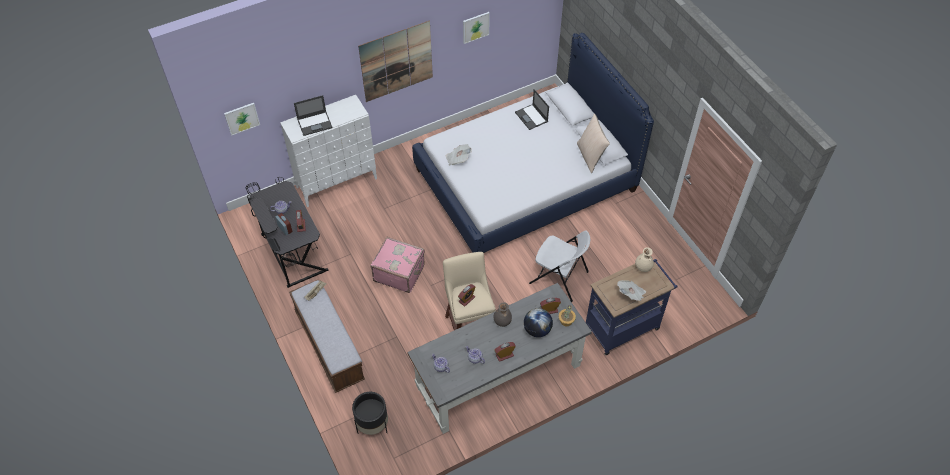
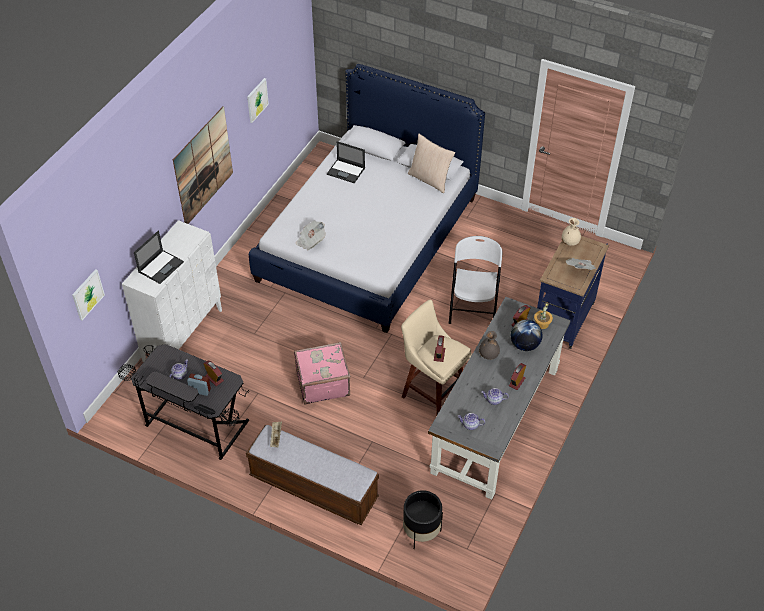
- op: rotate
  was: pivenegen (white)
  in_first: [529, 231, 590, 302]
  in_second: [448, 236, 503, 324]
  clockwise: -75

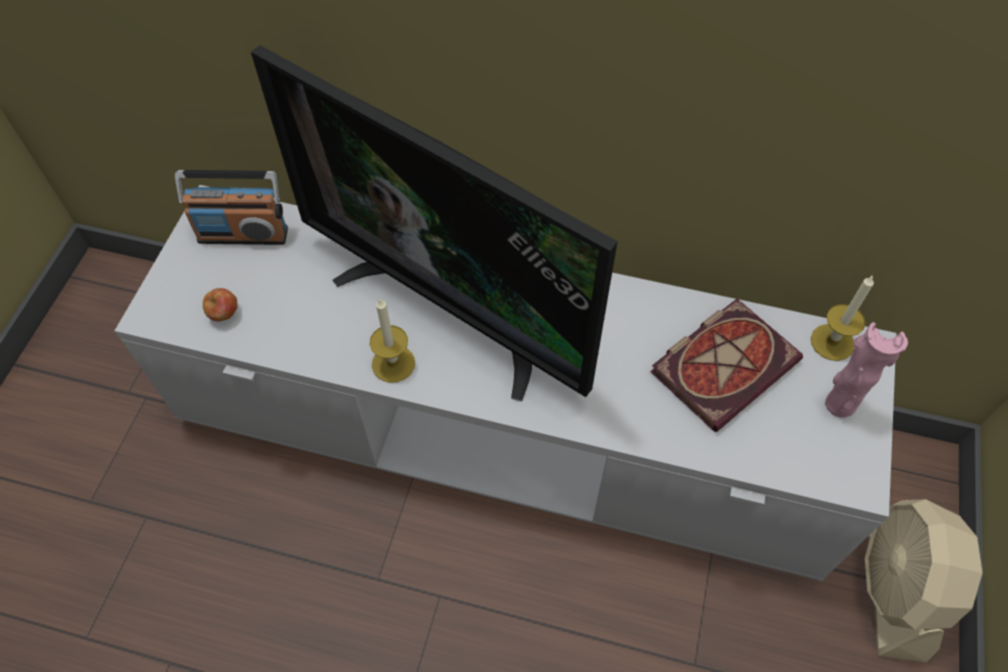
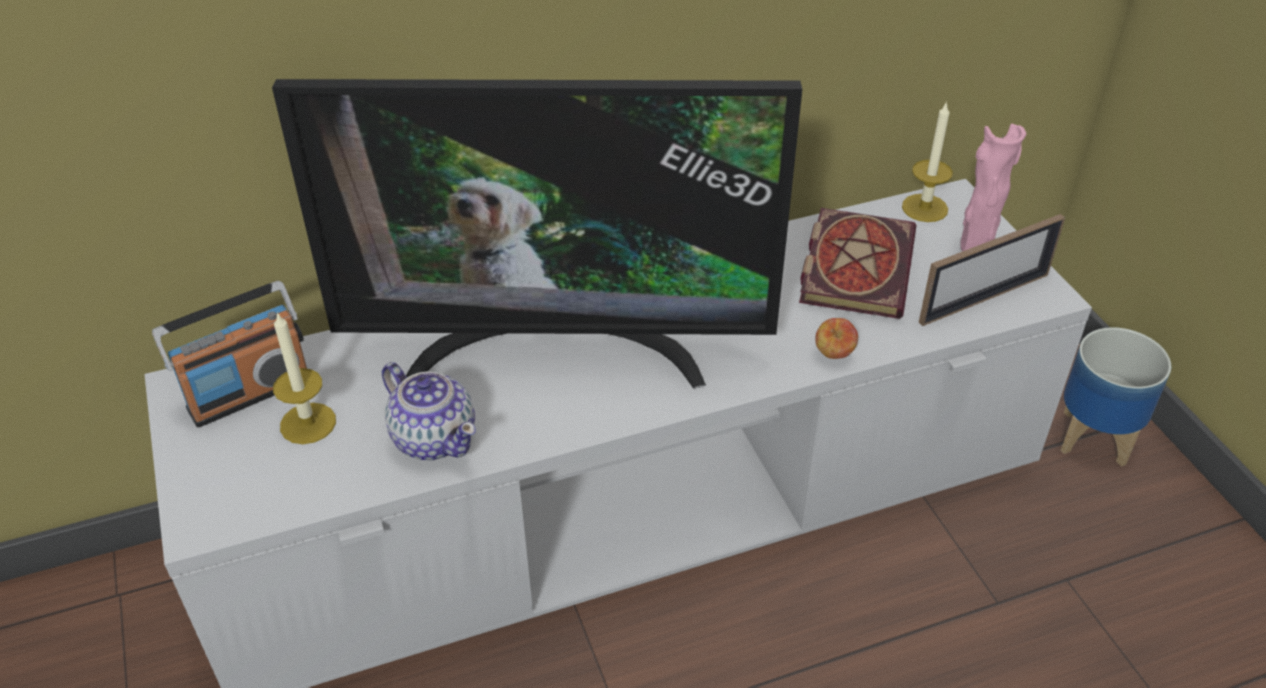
- op: move
  was: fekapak
  in_first: [203, 288, 237, 321]
  in_second: [815, 318, 858, 359]
- op: move
  was: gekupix
  in_first: [370, 299, 415, 383]
  in_second: [273, 312, 336, 444]
- op: replace
  was: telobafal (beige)
  now: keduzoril
  in_first: [865, 499, 983, 662]
  in_second: [1061, 327, 1171, 467]
- op: insert
  now: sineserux
  in_second: [919, 214, 1065, 326]
- op: insert
  now: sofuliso
  in_second: [382, 362, 476, 460]

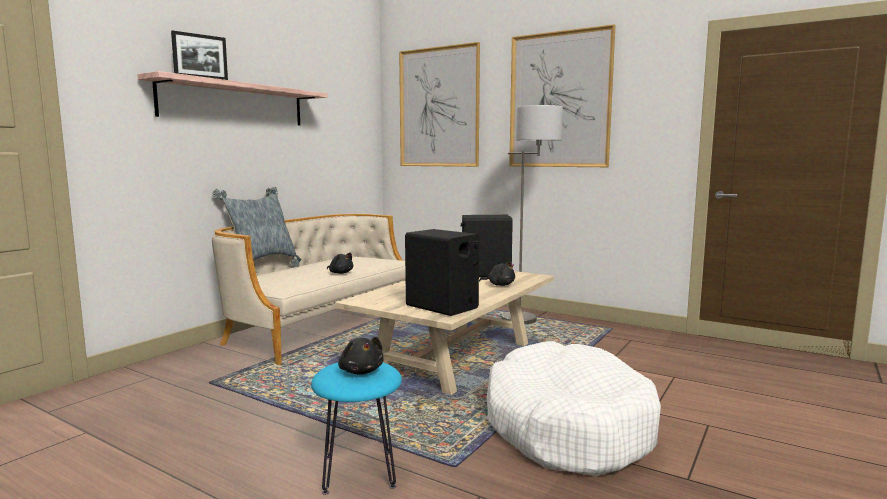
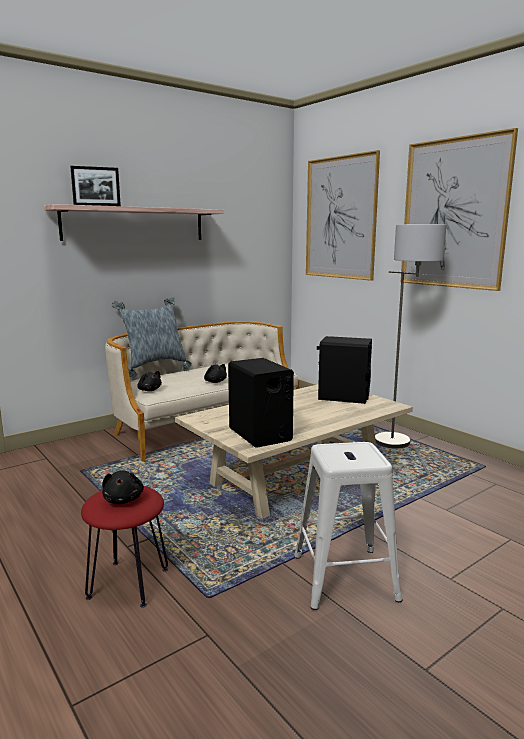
- op: move
  was: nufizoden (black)
  in_first: [479, 262, 515, 286]
  in_second: [137, 371, 162, 391]
- op: replace
  was: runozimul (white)
  now: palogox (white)
  in_first: [487, 341, 661, 476]
  in_second: [294, 442, 403, 610]
- op: recolor
  was: palogox (turquoise)
  now: palogox (red)
  in_first: [311, 363, 402, 495]
  in_second: [81, 486, 168, 608]

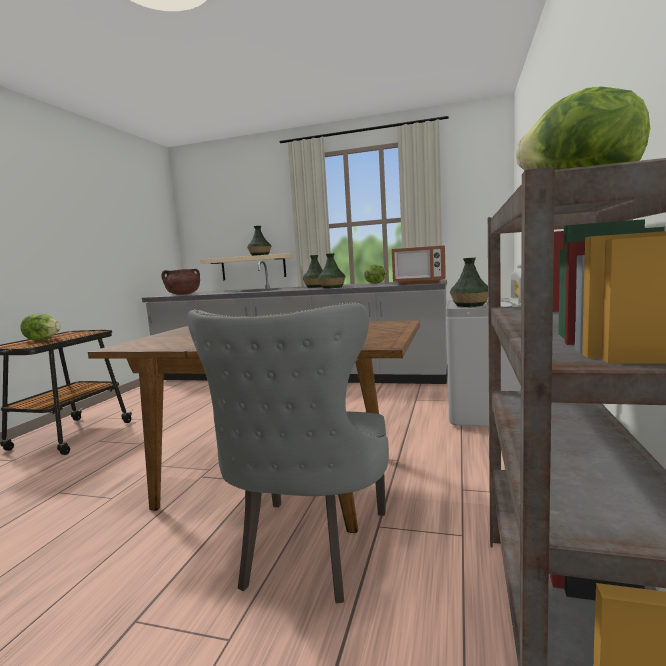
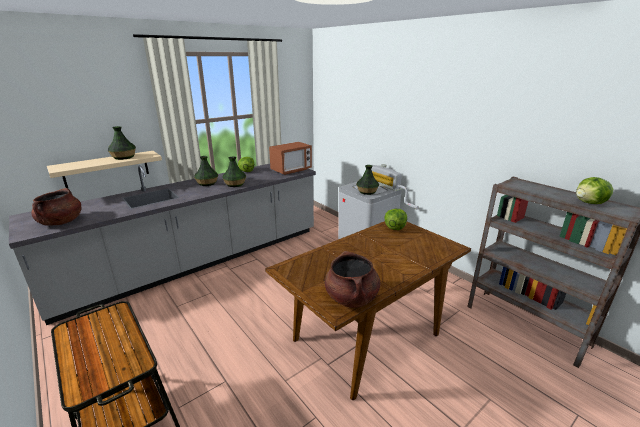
- op: delete
  was: pivenegen (grey)
  in_first: [188, 302, 389, 604]
- op: move
  was: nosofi
  in_first: [20, 314, 61, 341]
  in_second: [384, 209, 407, 230]
- op: insert
  now: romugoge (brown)
  in_second: [325, 251, 380, 308]

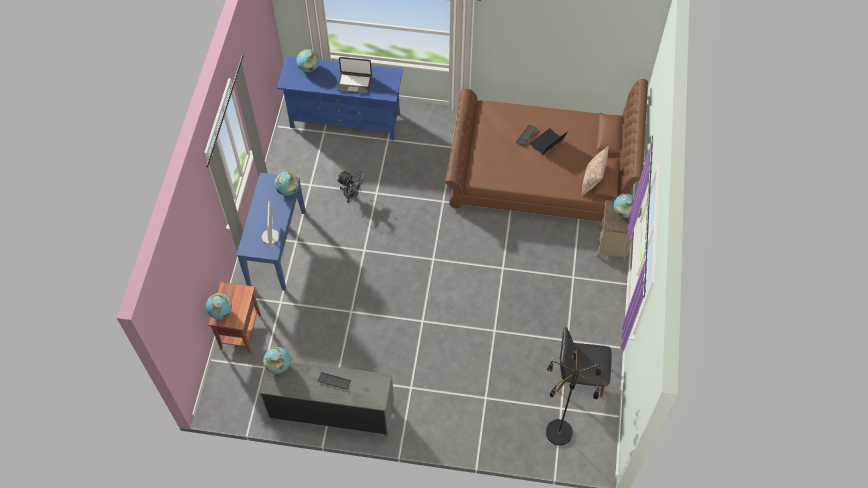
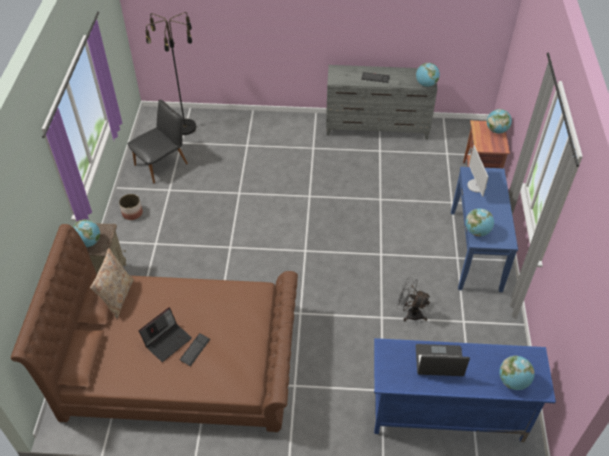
- op: rotate
  was: pivenegen (black)
  in_first: [556, 327, 612, 398]
  in_second: [128, 100, 188, 183]
  clockwise: -45
- op: insert
  now: keduzoril
  in_second: [119, 194, 143, 220]

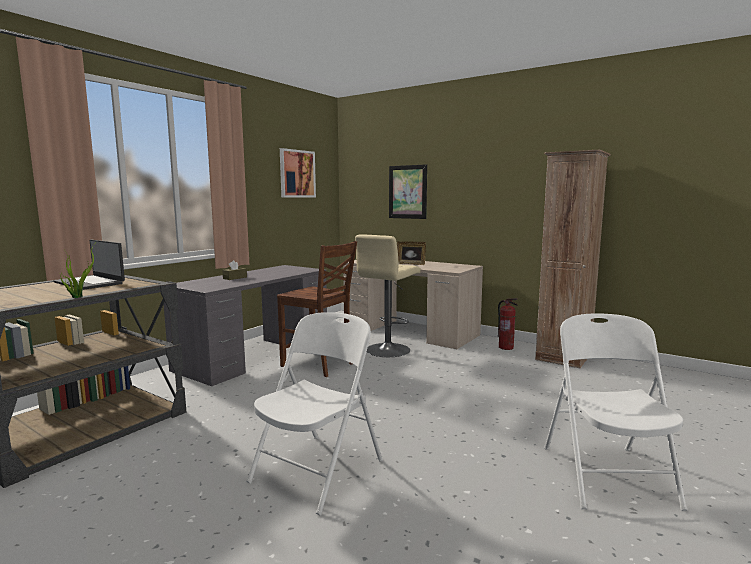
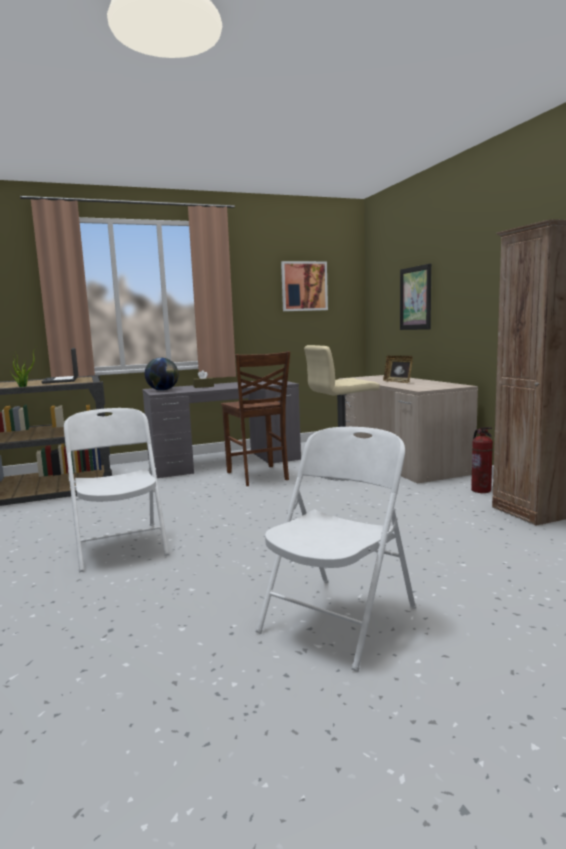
- op: rotate
  was: pivenegen (white)
  in_first: [246, 312, 383, 516]
  in_second: [64, 408, 170, 572]
  clockwise: -90
- op: insert
  now: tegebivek
  in_second: [145, 358, 179, 391]

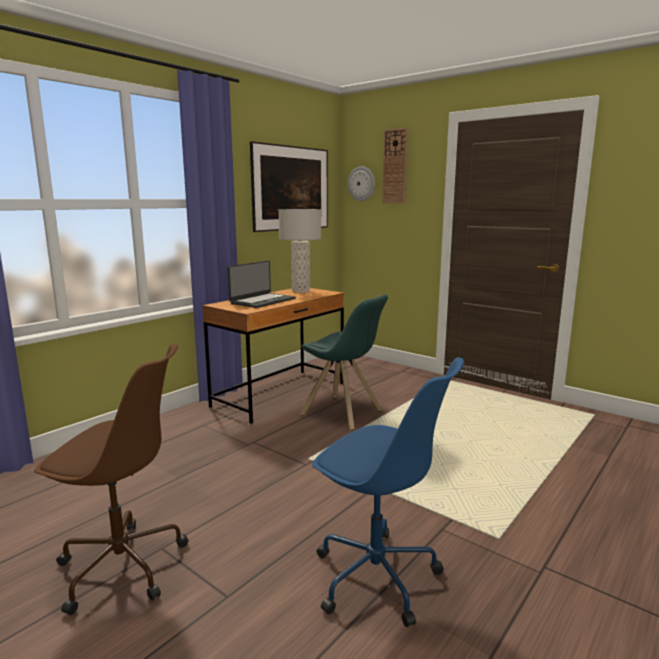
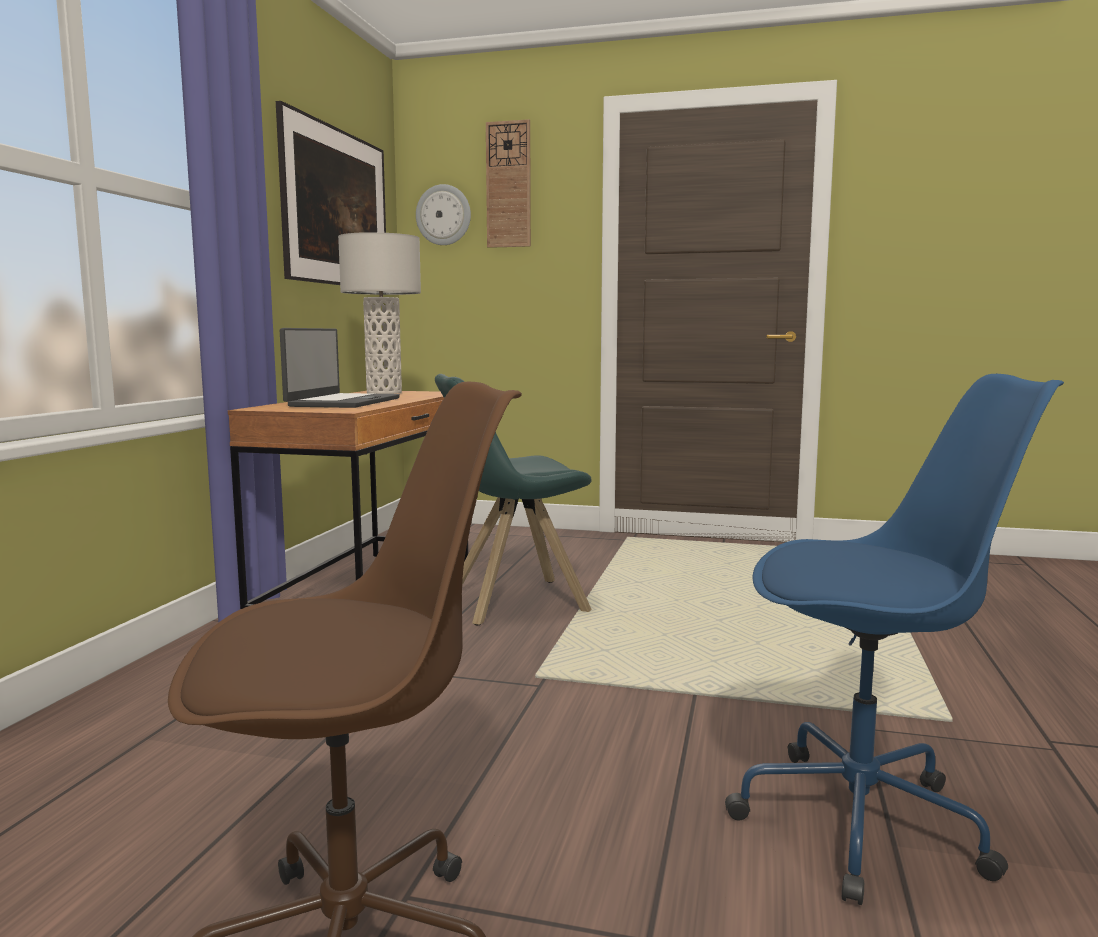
- op: rotate
  was: pivenegen (turquoise)
  in_first: [300, 294, 388, 430]
  in_second: [435, 374, 592, 625]
  clockwise: 150

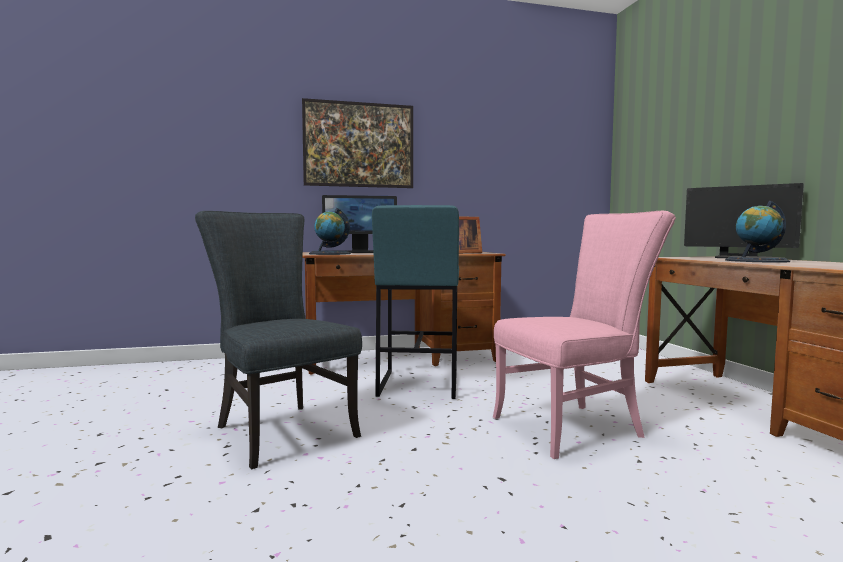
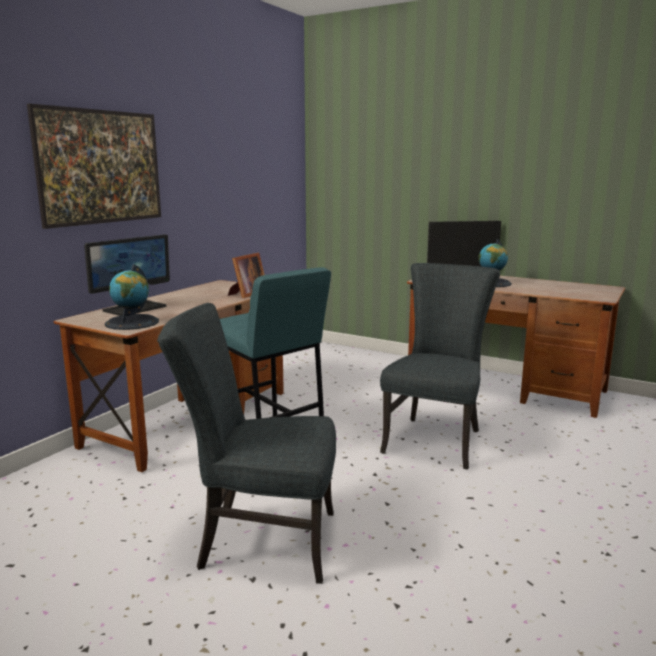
- op: recolor
  was: pivenegen (pink)
  now: pivenegen (grey)
  in_first: [493, 211, 676, 459]
  in_second: [380, 263, 500, 470]

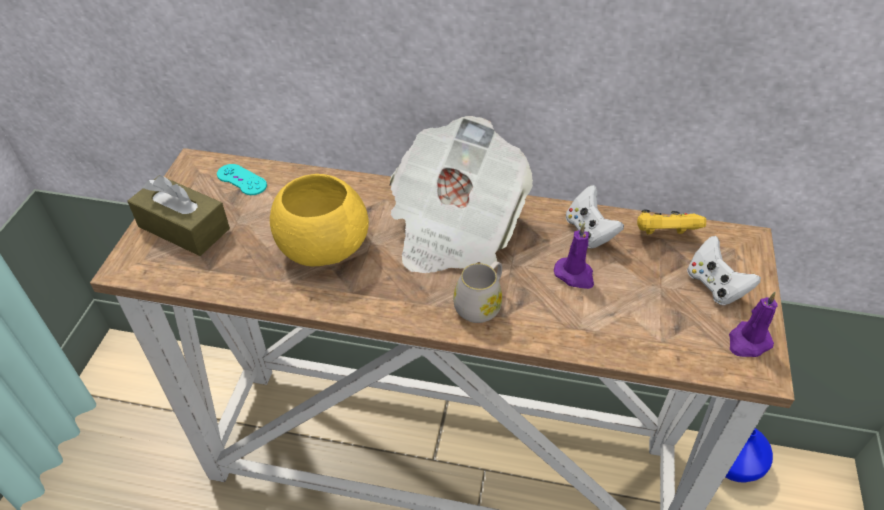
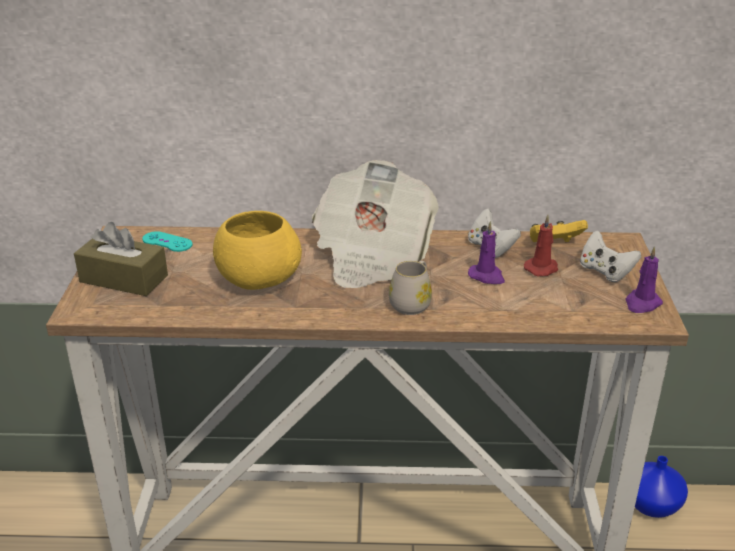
- op: insert
  now: gekupix (red)
  in_second: [524, 215, 558, 277]

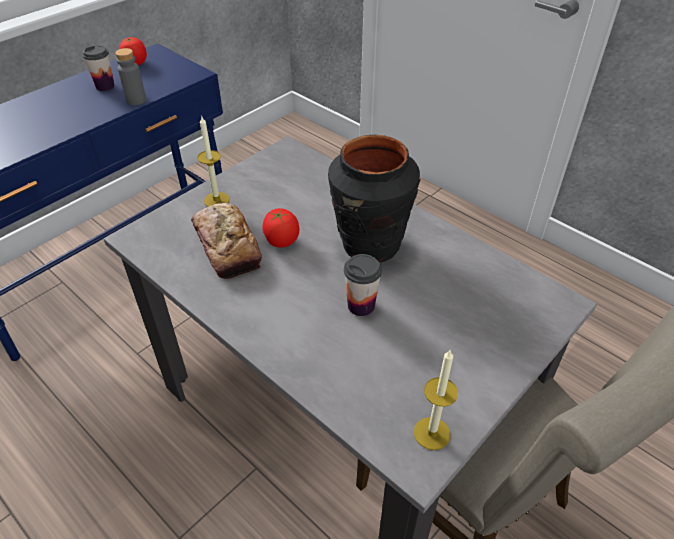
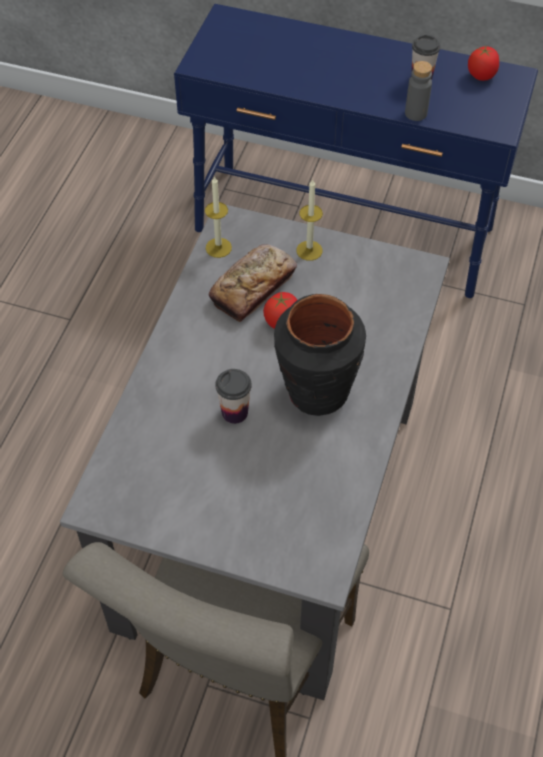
- op: move
  was: gekupix
  in_first: [414, 349, 458, 450]
  in_second: [205, 176, 232, 258]

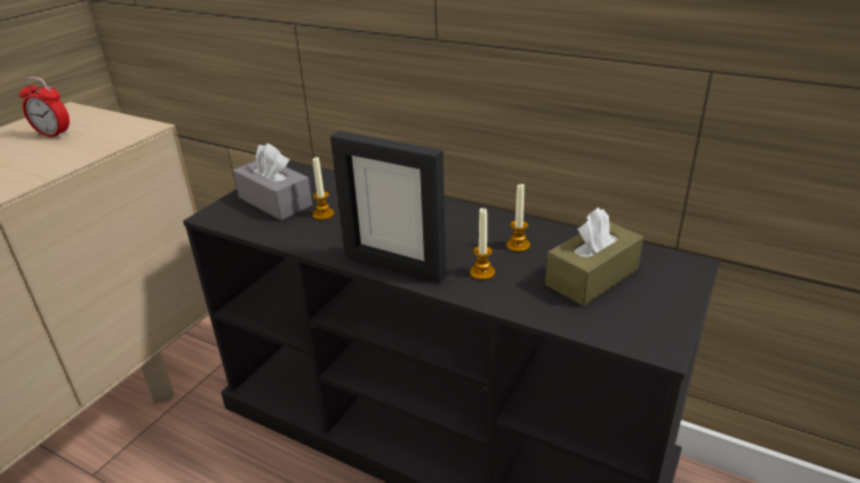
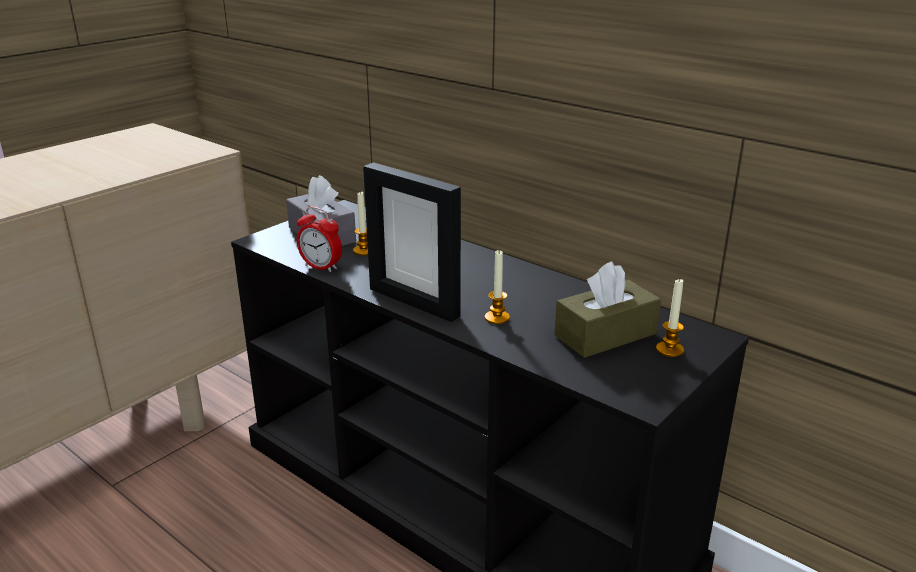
- op: move
  was: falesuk
  in_first: [19, 77, 70, 138]
  in_second: [297, 206, 342, 273]
- op: move
  was: gekupix
  in_first: [506, 184, 530, 252]
  in_second: [656, 278, 684, 357]

